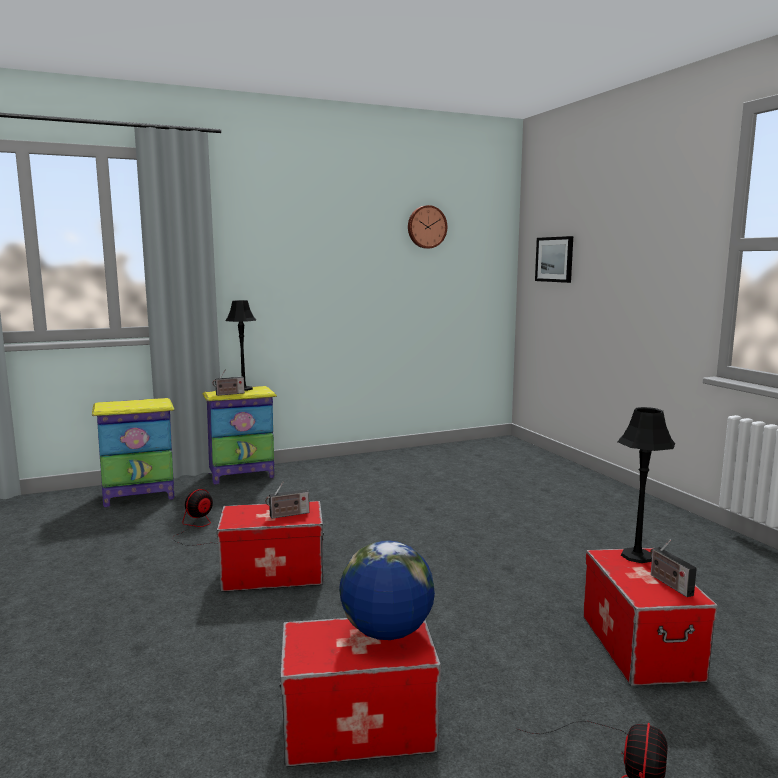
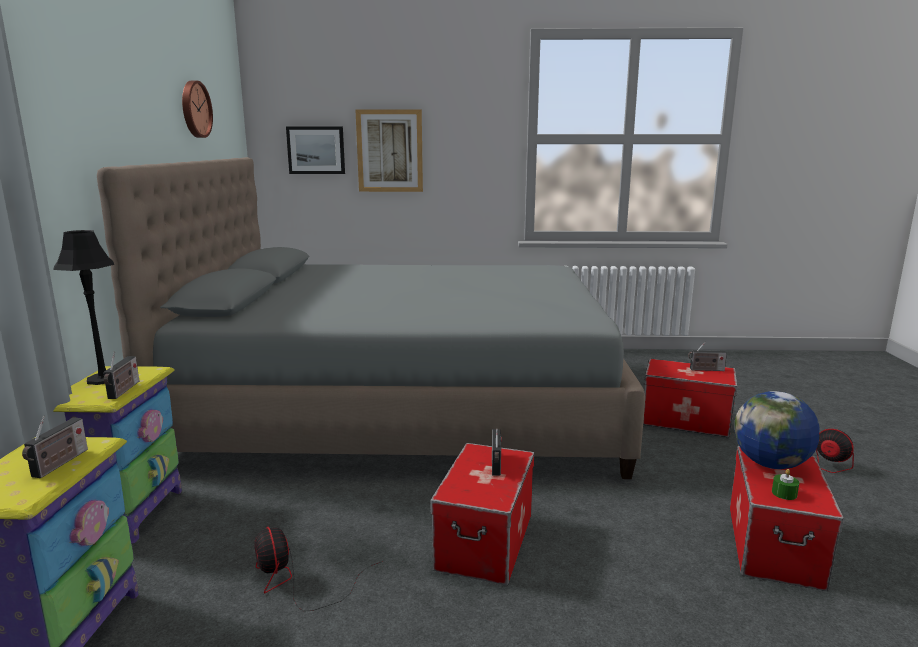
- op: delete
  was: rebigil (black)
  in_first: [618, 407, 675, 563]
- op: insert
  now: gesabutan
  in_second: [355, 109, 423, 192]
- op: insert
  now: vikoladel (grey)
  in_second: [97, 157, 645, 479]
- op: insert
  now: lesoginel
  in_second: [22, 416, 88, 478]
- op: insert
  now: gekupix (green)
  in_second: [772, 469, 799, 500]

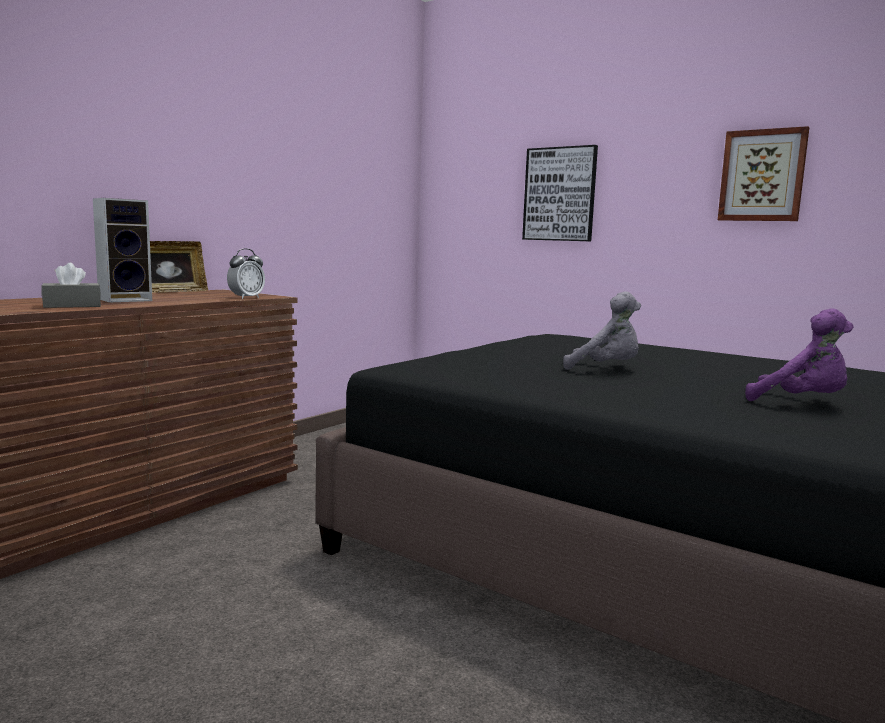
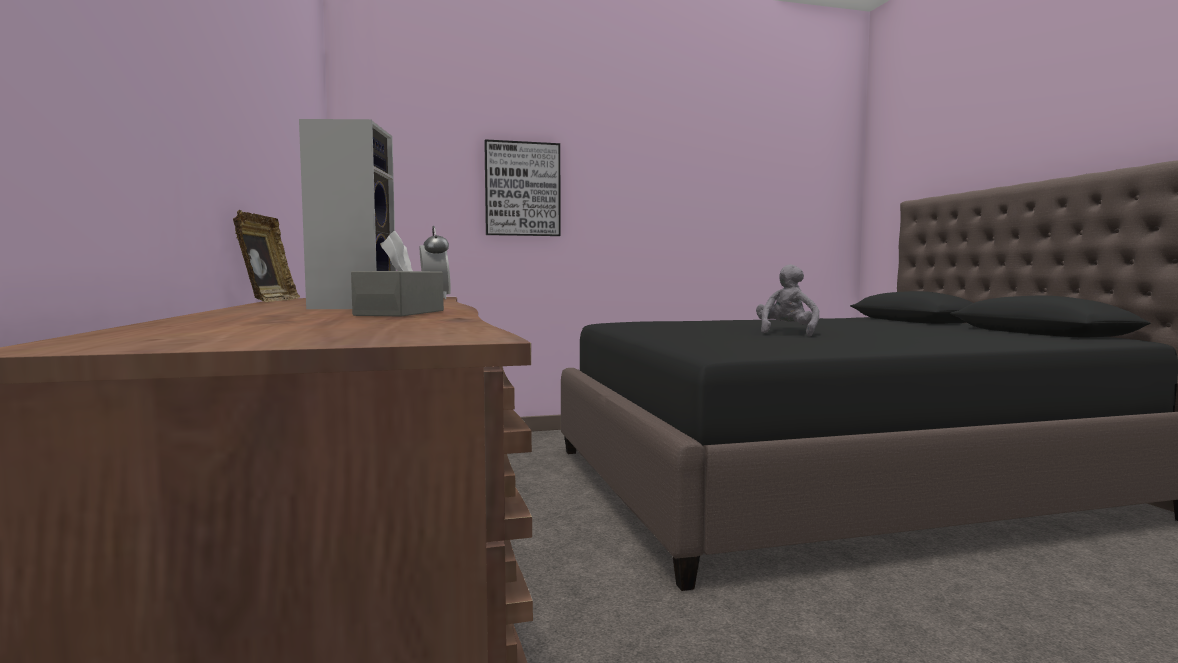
- op: delete
  was: gesabutan
  in_first: [718, 126, 809, 221]
- op: rotate
  was: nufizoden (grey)
  in_first: [563, 291, 641, 370]
  in_second: [756, 264, 819, 337]
  clockwise: -45
- op: delete
  was: nufizoden (purple)
  in_first: [745, 308, 854, 401]

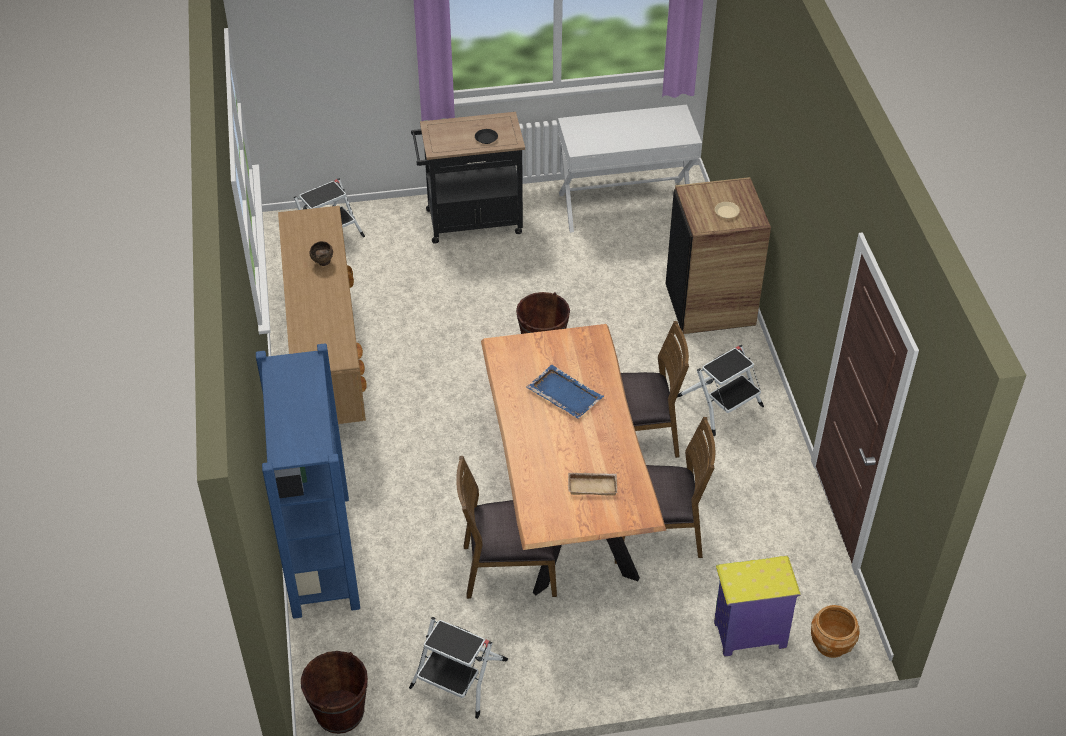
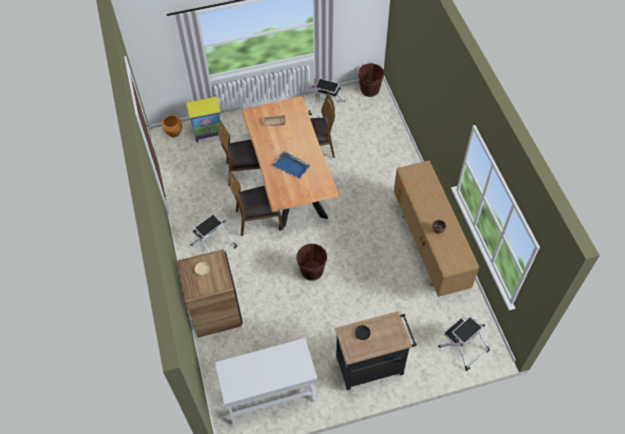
- op: delete
  was: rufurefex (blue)
  in_first: [256, 343, 360, 619]

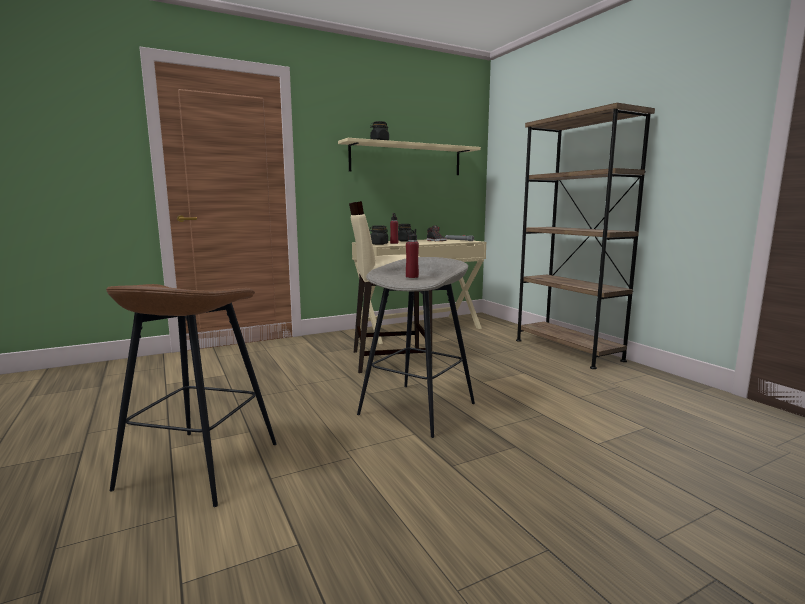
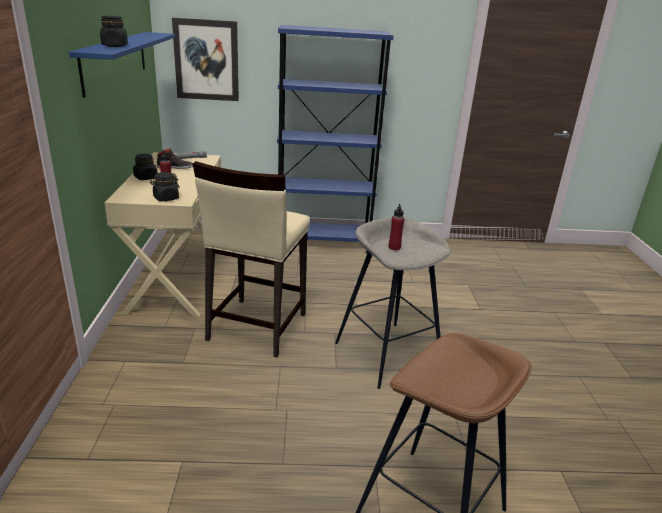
- op: recolor
  was: rufurefex (brown)
  now: rufurefex (blue)
  in_first: [516, 103, 655, 369]
  in_second: [277, 25, 394, 254]
- op: recolor
  was: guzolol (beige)
  now: guzolol (blue)
  in_first: [338, 138, 481, 175]
  in_second: [69, 32, 175, 98]
- op: insert
  now: gesabutan
  in_second: [172, 18, 239, 101]

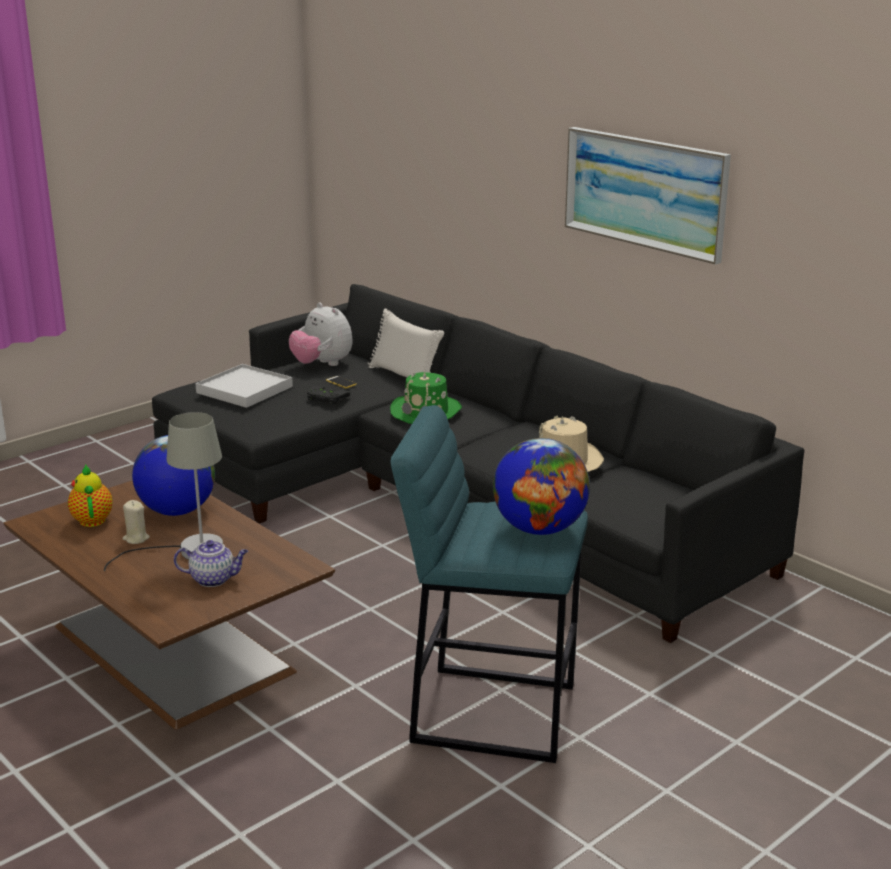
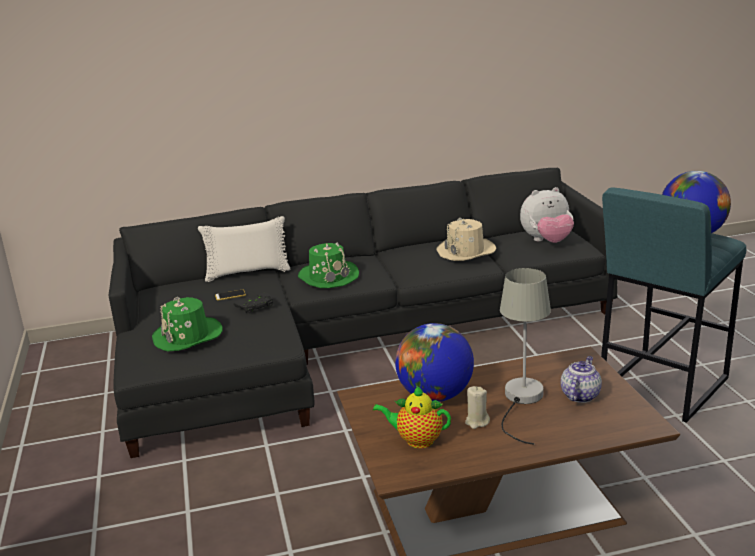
- op: delete
  was: gesabutan
  in_first: [565, 127, 731, 265]
- op: move
  was: nufizoden
  in_first: [289, 302, 353, 366]
  in_second: [520, 187, 574, 243]
- op: replace
  was: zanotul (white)
  now: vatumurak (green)
  in_first: [195, 364, 293, 408]
  in_second: [152, 297, 223, 351]

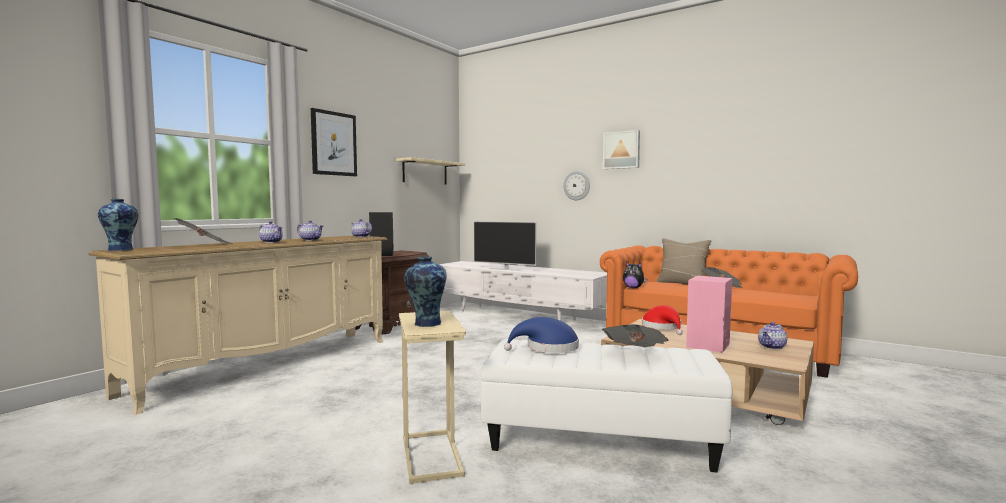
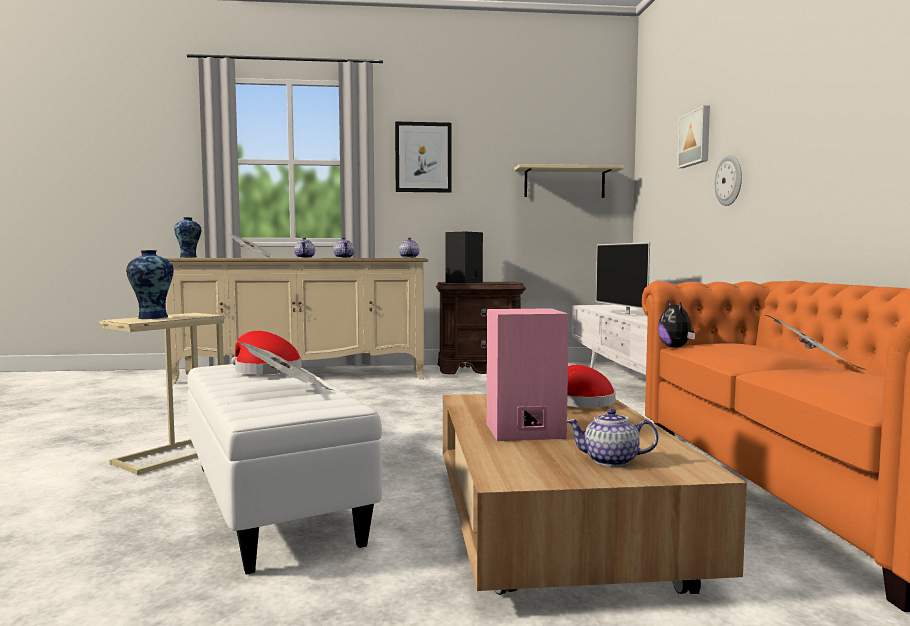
- op: move
  was: gesabutan
  in_first: [603, 130, 640, 169]
  in_second: [677, 105, 710, 168]
- op: delete
  was: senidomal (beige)
  in_first: [657, 238, 711, 284]
- op: recolor
  was: vatumurak (blue)
  now: vatumurak (red)
  in_first: [504, 317, 579, 353]
  in_second: [231, 331, 302, 374]

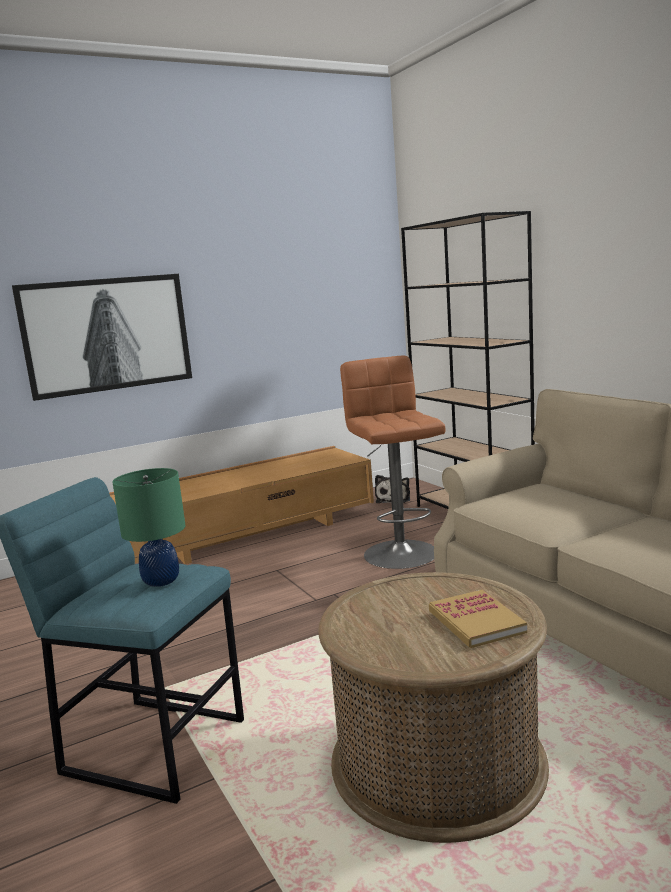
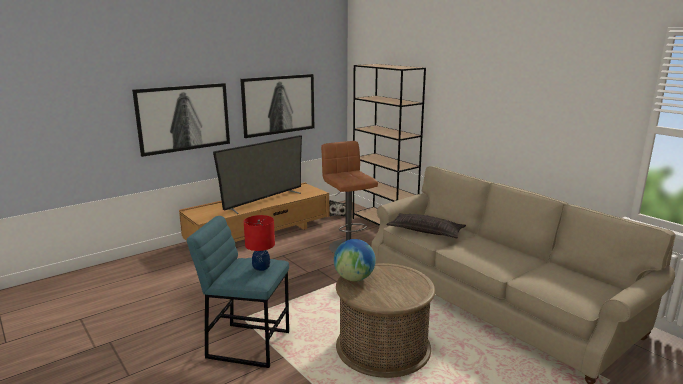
- op: recolor
  was: rebigil (green)
  now: rebigil (red)
  in_first: [112, 468, 185, 587]
  in_second: [244, 215, 275, 271]
- op: delete
  was: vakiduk
  in_first: [429, 590, 527, 648]
- op: insert
  now: gesabutan
  in_second: [240, 74, 314, 138]
- op: insert
  now: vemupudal
  in_second: [213, 135, 302, 214]
- op: insert
  now: senidomal
  in_second: [386, 213, 466, 238]
- op: insert
  now: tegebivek
  in_second: [334, 239, 376, 281]

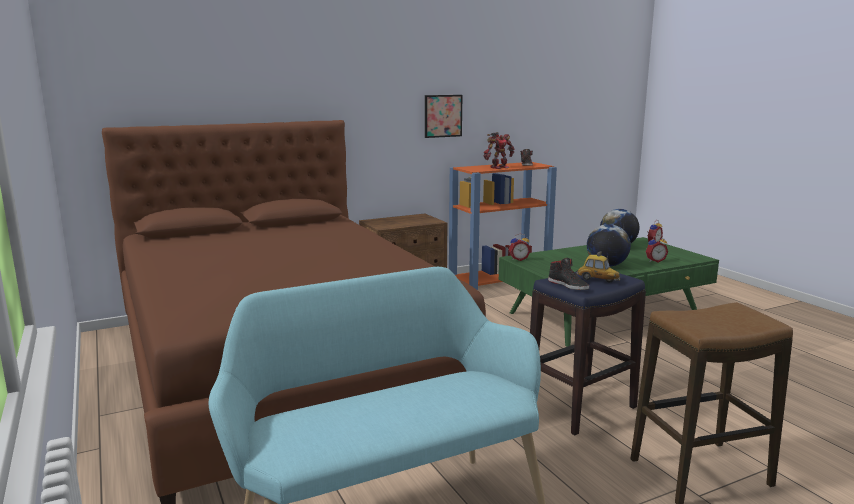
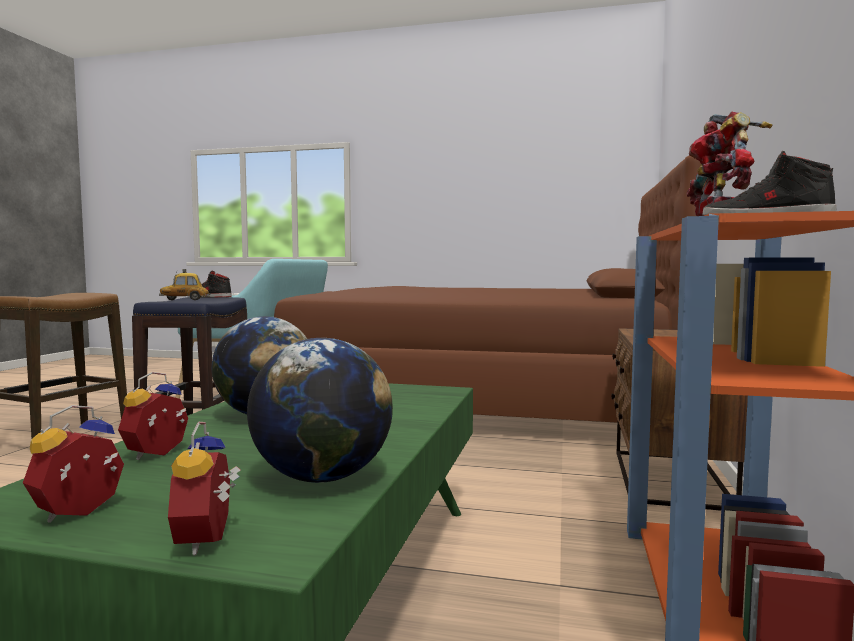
- op: delete
  was: gesabutan
  in_first: [425, 95, 462, 138]
- op: move
  was: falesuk
  in_first: [509, 234, 531, 261]
  in_second: [23, 405, 124, 522]

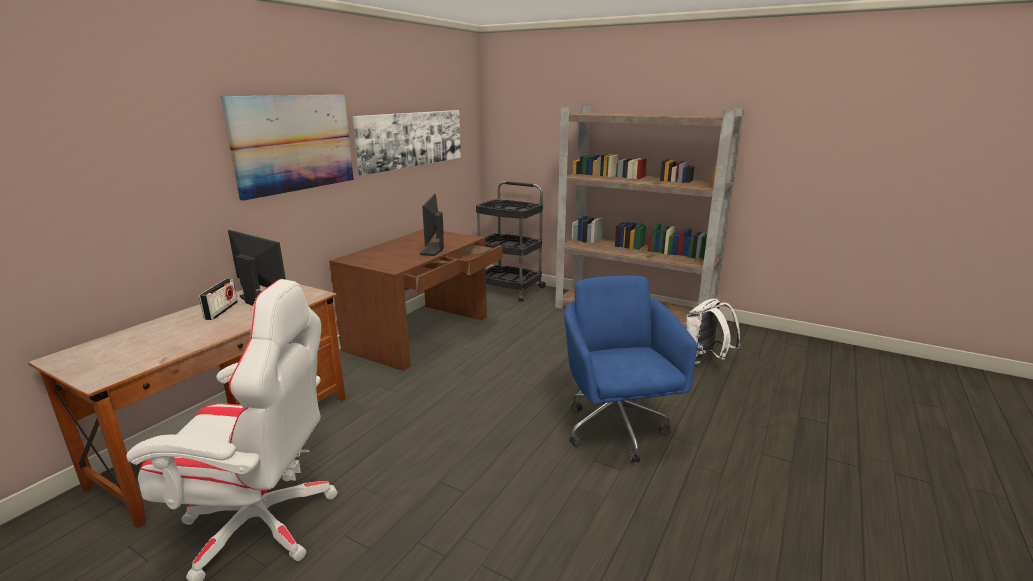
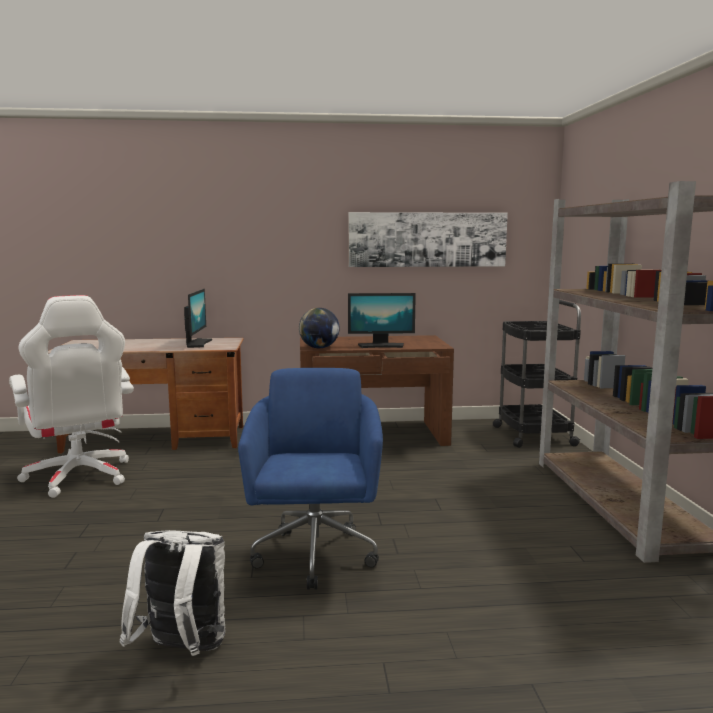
- op: delete
  was: gesabutan
  in_first: [221, 95, 354, 201]
- op: rotate
  was: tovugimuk
  in_first: [420, 193, 444, 256]
  in_second: [348, 293, 416, 348]
  clockwise: -150
- op: rotate
  was: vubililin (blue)
  in_first: [564, 276, 697, 463]
  in_second: [238, 368, 383, 590]
  clockwise: -45
- op: delete
  was: lesoginel
  in_first: [199, 279, 238, 320]
- op: move
  was: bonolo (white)
  in_first: [686, 299, 740, 364]
  in_second: [119, 530, 226, 656]
- op: insert
  now: tegebivek
  in_second: [299, 308, 340, 348]

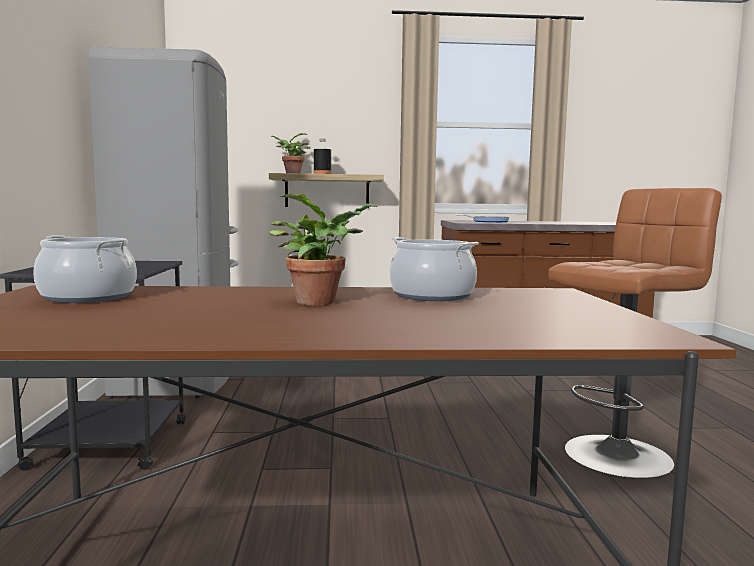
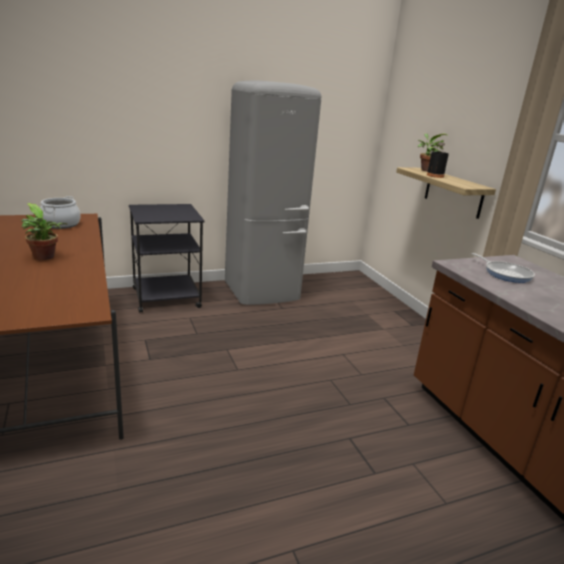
- op: delete
  was: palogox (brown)
  in_first: [548, 188, 722, 479]
- op: delete
  was: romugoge
  in_first: [390, 237, 479, 301]

